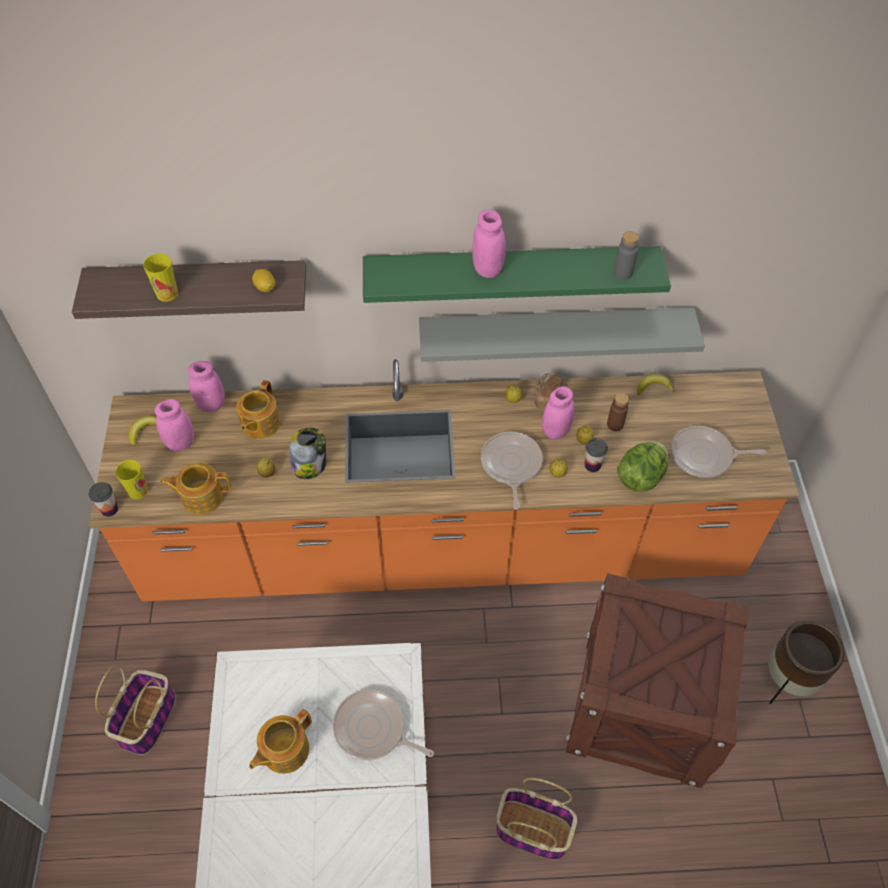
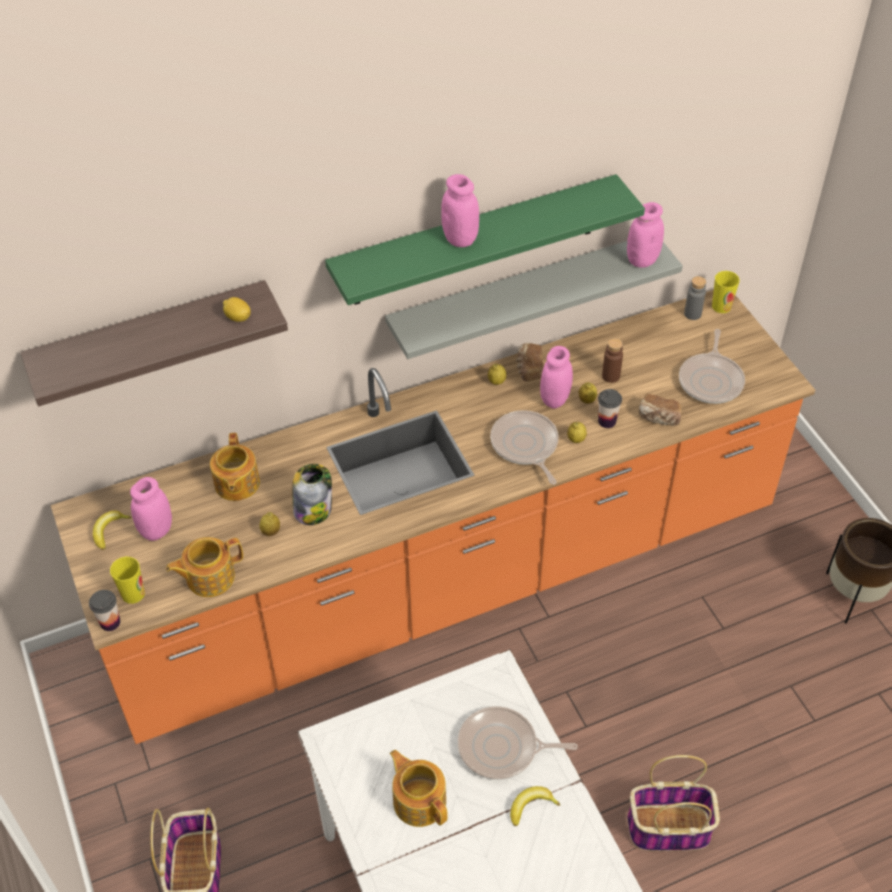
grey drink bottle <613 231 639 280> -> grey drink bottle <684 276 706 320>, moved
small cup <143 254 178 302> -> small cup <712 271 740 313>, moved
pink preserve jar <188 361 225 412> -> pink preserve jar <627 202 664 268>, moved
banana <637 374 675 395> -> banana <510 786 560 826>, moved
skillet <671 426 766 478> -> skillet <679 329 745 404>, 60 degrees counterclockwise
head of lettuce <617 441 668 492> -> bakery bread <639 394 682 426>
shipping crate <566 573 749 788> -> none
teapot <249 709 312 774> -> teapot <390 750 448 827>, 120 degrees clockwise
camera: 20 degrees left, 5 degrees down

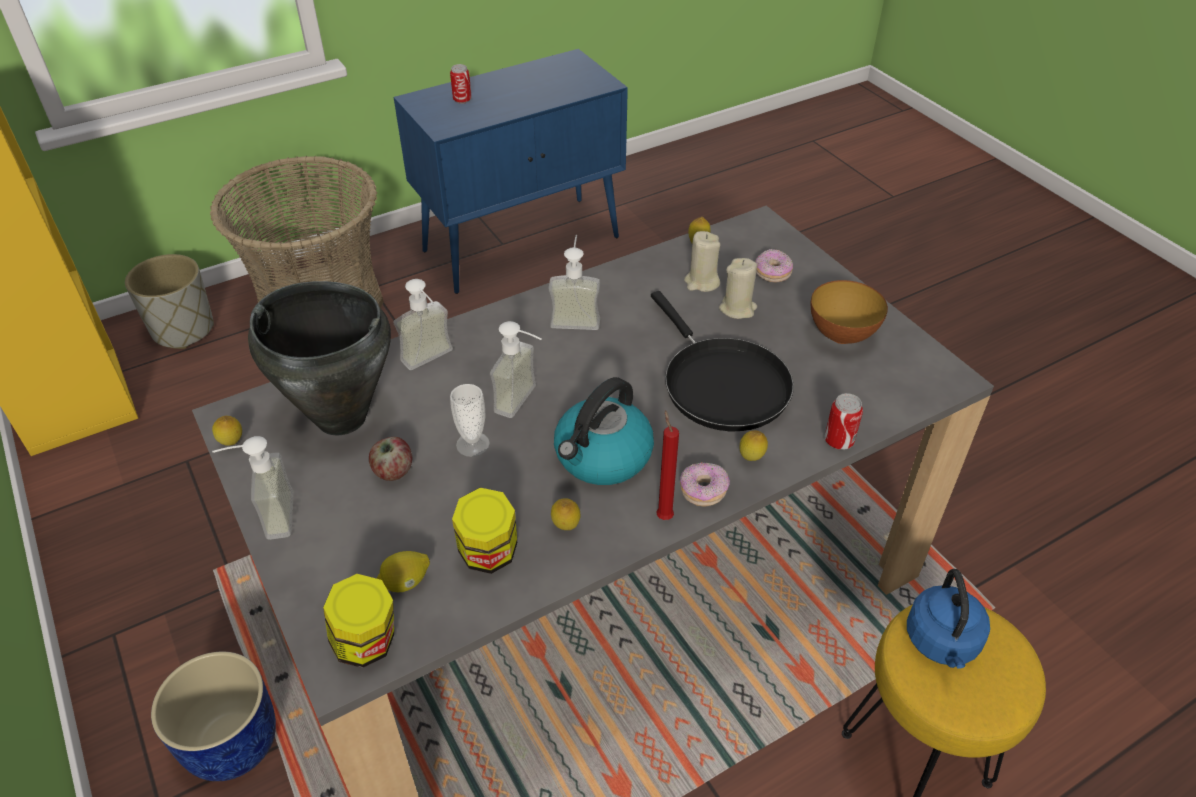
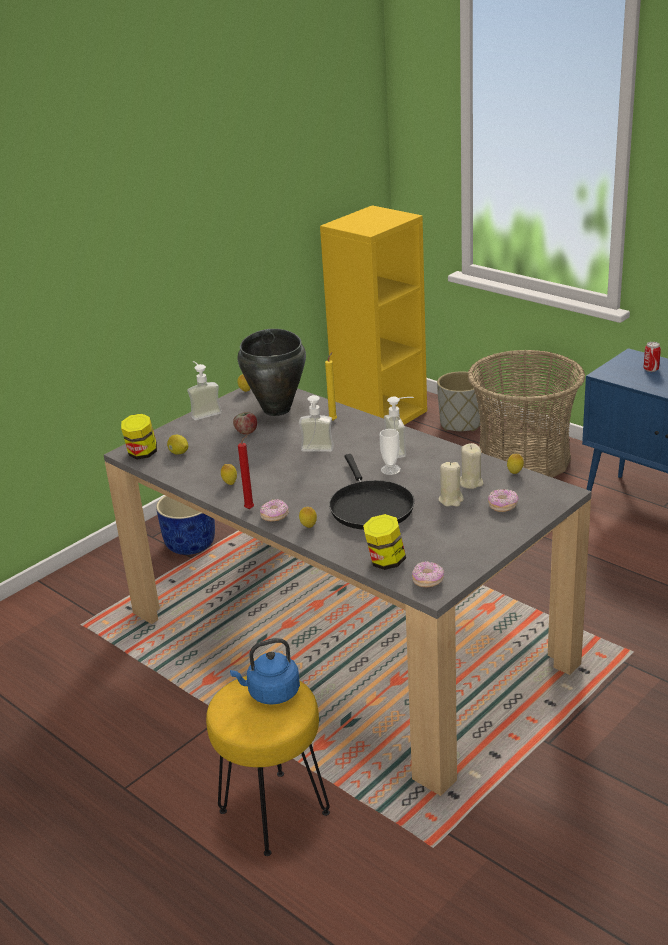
liquid soap bottle <393 279 453 370> -> yellowish candle <325 352 337 421>
bowl <811 280 888 344> -> none
black-coloured skillet <651 291 794 431> -> black-coloured skillet <329 454 415 530>, 60 degrees counterclockwise
water kettle <554 377 654 485> -> none
small cup <450 384 490 457> -> small cup <380 429 401 475>, moved
can <824 393 863 450> -> none
preserve jar <452 488 517 574> -> preserve jar <363 514 406 570>, moved
none -> donut <412 561 444 587>
camera: 75 degrees right, 15 degrees down

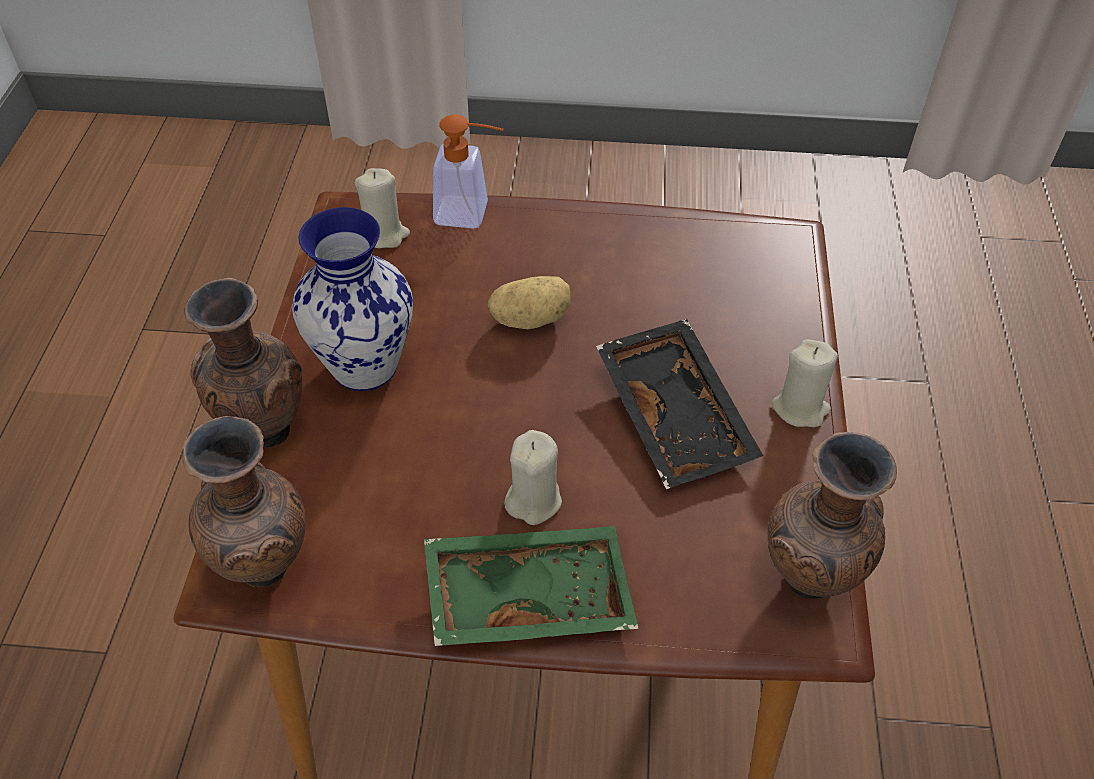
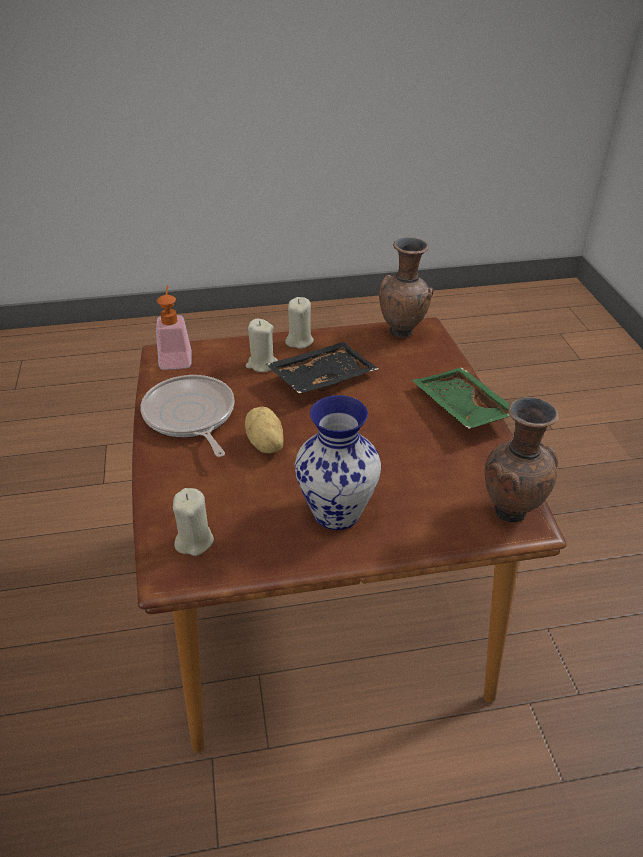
liquid soap bottle <433 115 504 229> -> liquid soap bottle <156 285 192 370>, moved
brown flower vase <184 278 302 447> -> none
sand-coloured candle <504 430 562 525> -> sand-coloured candle <246 318 278 372>, moved
none -> skillet <140 375 235 457>
camera: 105 degrees left, 10 degrees down

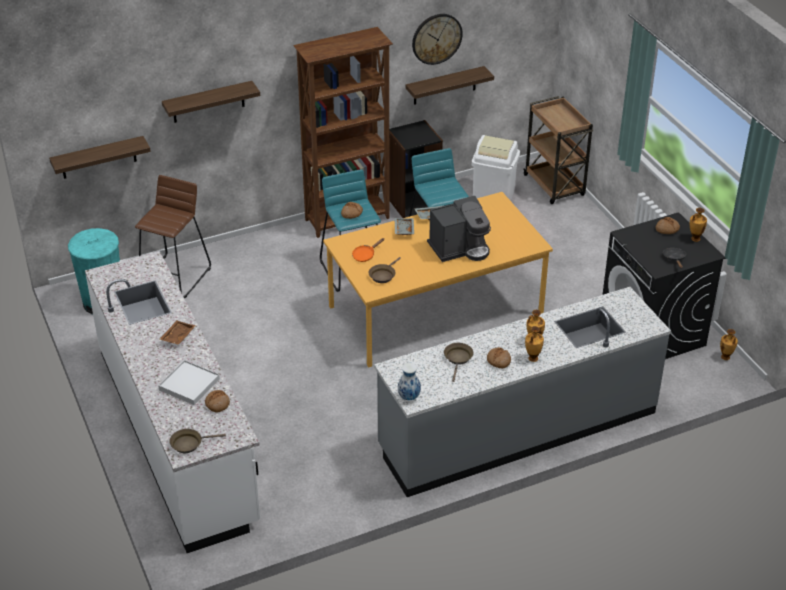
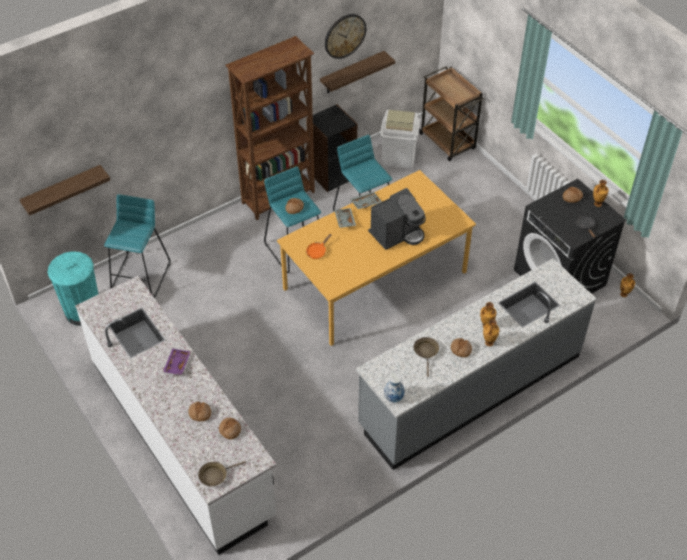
bracket shelf <162 81 260 123> -> none
brown stool seat <135 175 211 298> -> turquoise stool seat <104 194 171 298>
brown skillet <369 257 401 283> -> none
brown tray <160 320 195 345> -> purplish tray <163 348 191 375>
whitish tray <158 360 220 405> -> bakery bread <188 402 211 421>
camera: 10 degrees left, 10 degrees up

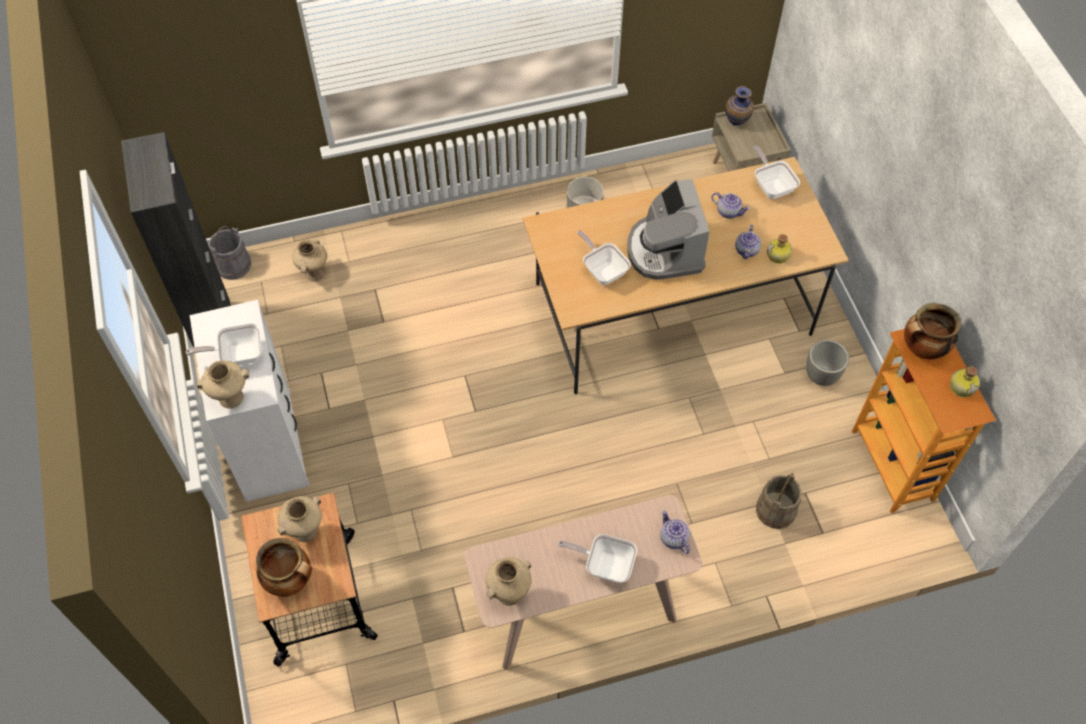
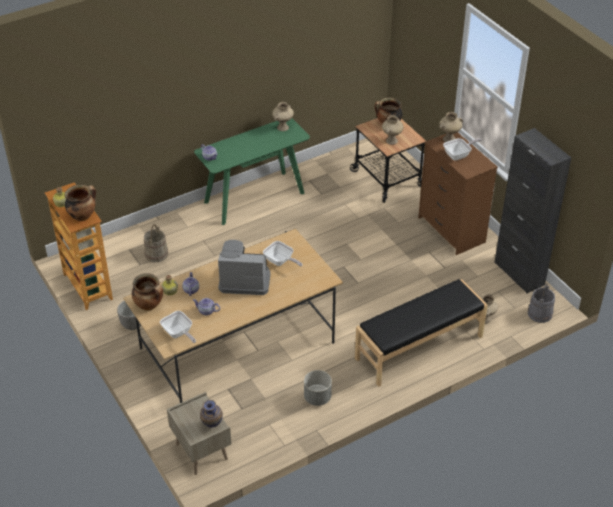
coffee maker <627 179 710 280> -> coffee maker <218 240 270 295>, 60 degrees counterclockwise
whitish chest of drawers <190 300 309 502> -> brown chest of drawers <418 132 498 255>
sand-coloured narrow table <464 495 702 670> -> green-coloured narrow table <194 118 310 225>
skillet <558 534 637 583> -> none
none -> cooking pot <132 273 163 311>
none -> black-coloured bench <355 279 488 387>
camera: 165 degrees right, 15 degrees down

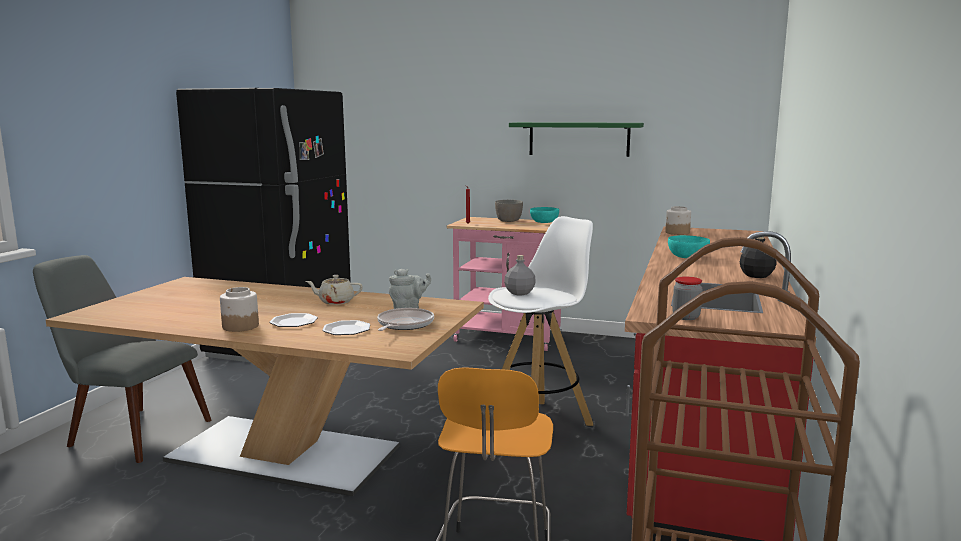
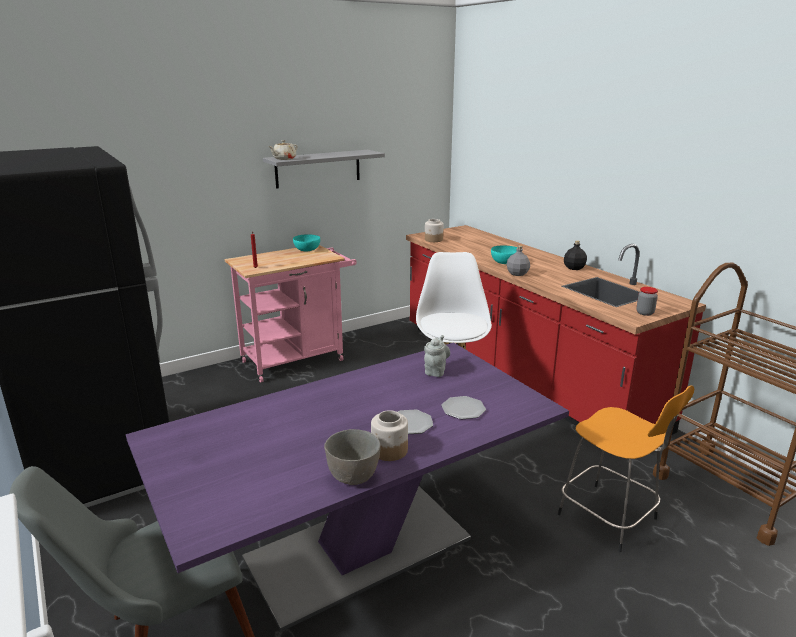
green-coloured bracket shelf <509 122 644 157> -> grey bracket shelf <263 150 385 189>
grey bowl <495 200 523 222> -> grey bowl <324 429 380 485>, moved
grey drink bottle <504 255 536 295> -> grey drink bottle <507 245 530 276>, moved
sand-coloured teapot <306 275 363 305> -> sand-coloured teapot <269 140 298 160>, moved
sand-coloured kitchen table <46 277 484 496> -> purplish kitchen table <126 342 569 632>
skillet <377 308 434 331> -> none
camera: 50 degrees left, 10 degrees up

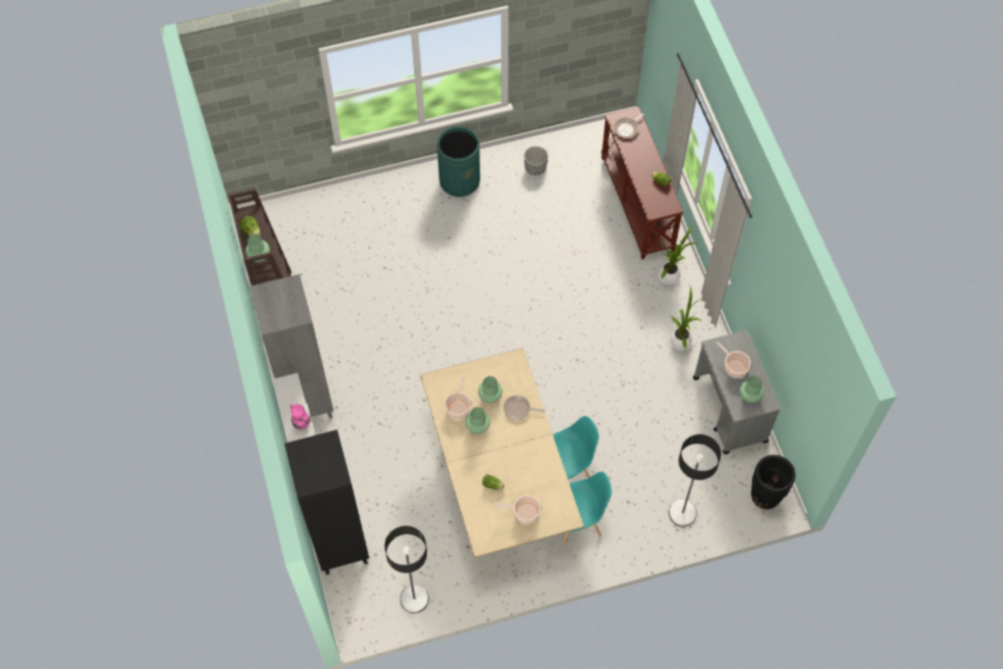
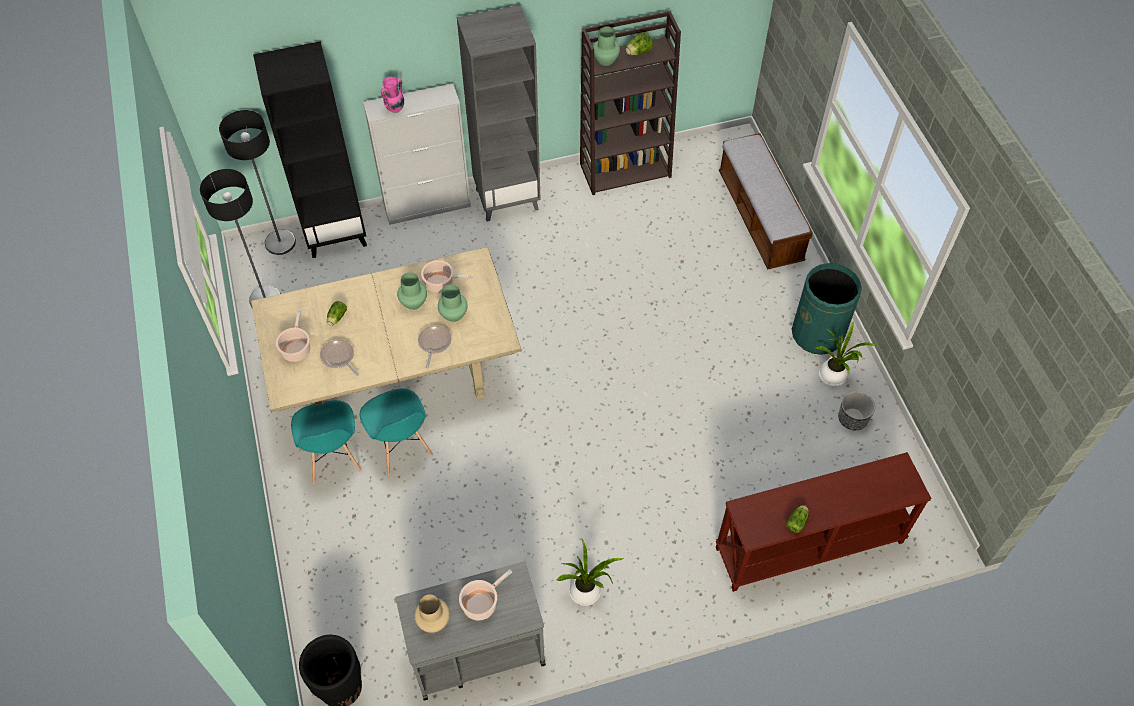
skillet <614 113 644 138> -> skillet <320 339 359 376>, moved
houseplant <658 225 698 285> -> houseplant <816 321 878 386>, moved
green-coloured flower vase <740 376 764 403> -> sand-coloured flower vase <414 594 450 633>
floor lamp <669 434 721 527> -> floor lamp <219 110 296 255>, moved
none -> bench <719 133 813 270>
camera: 90 degrees right, 5 degrees down

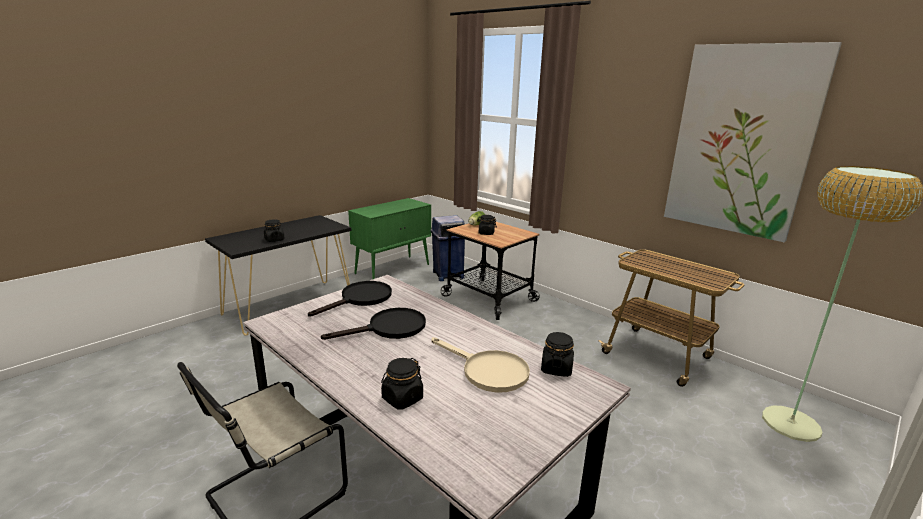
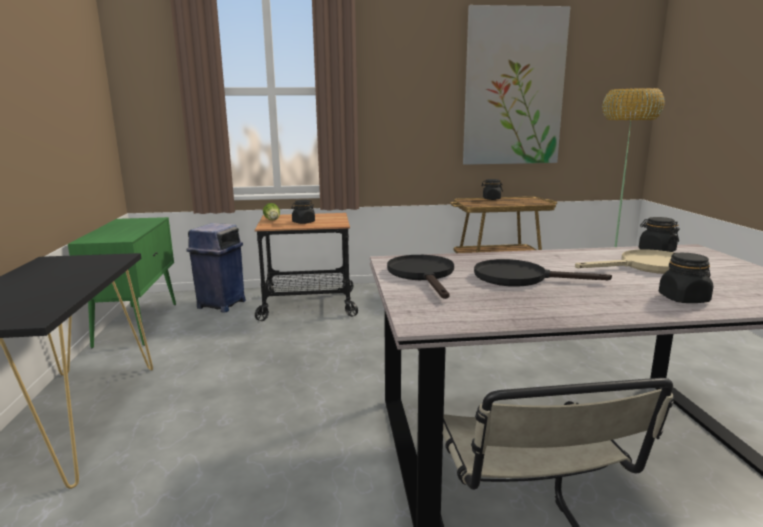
black-coloured preserve jar <264 219 285 242> -> black-coloured preserve jar <481 179 503 200>, moved
black-coloured skillet <321 308 426 340> -> black-coloured skillet <474 259 612 287>, 90 degrees counterclockwise
camera: 50 degrees left, 5 degrees down

